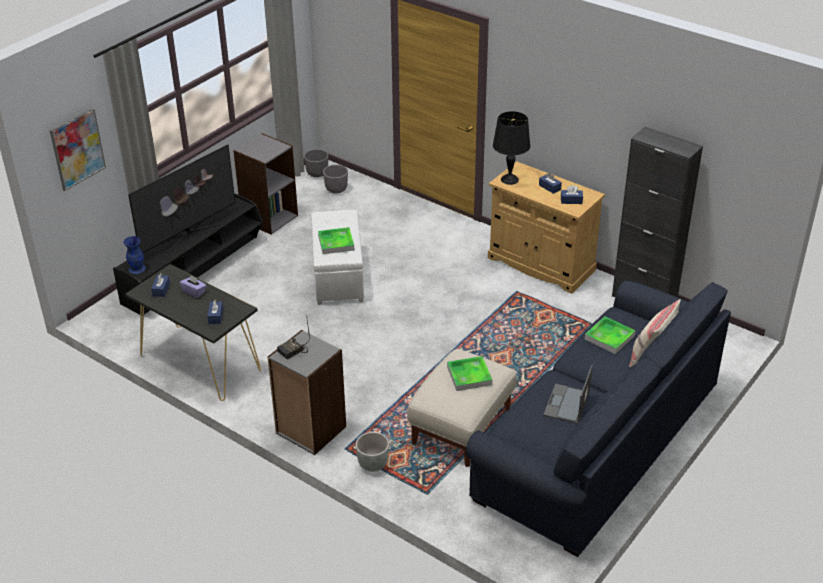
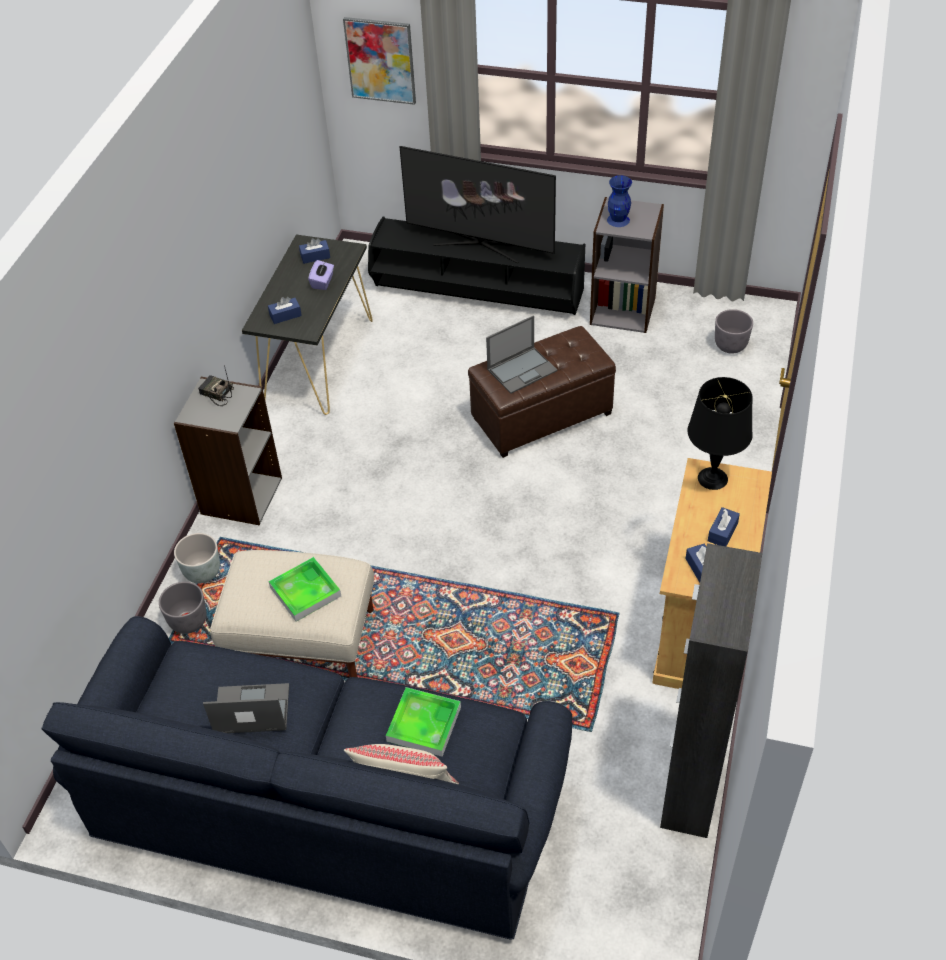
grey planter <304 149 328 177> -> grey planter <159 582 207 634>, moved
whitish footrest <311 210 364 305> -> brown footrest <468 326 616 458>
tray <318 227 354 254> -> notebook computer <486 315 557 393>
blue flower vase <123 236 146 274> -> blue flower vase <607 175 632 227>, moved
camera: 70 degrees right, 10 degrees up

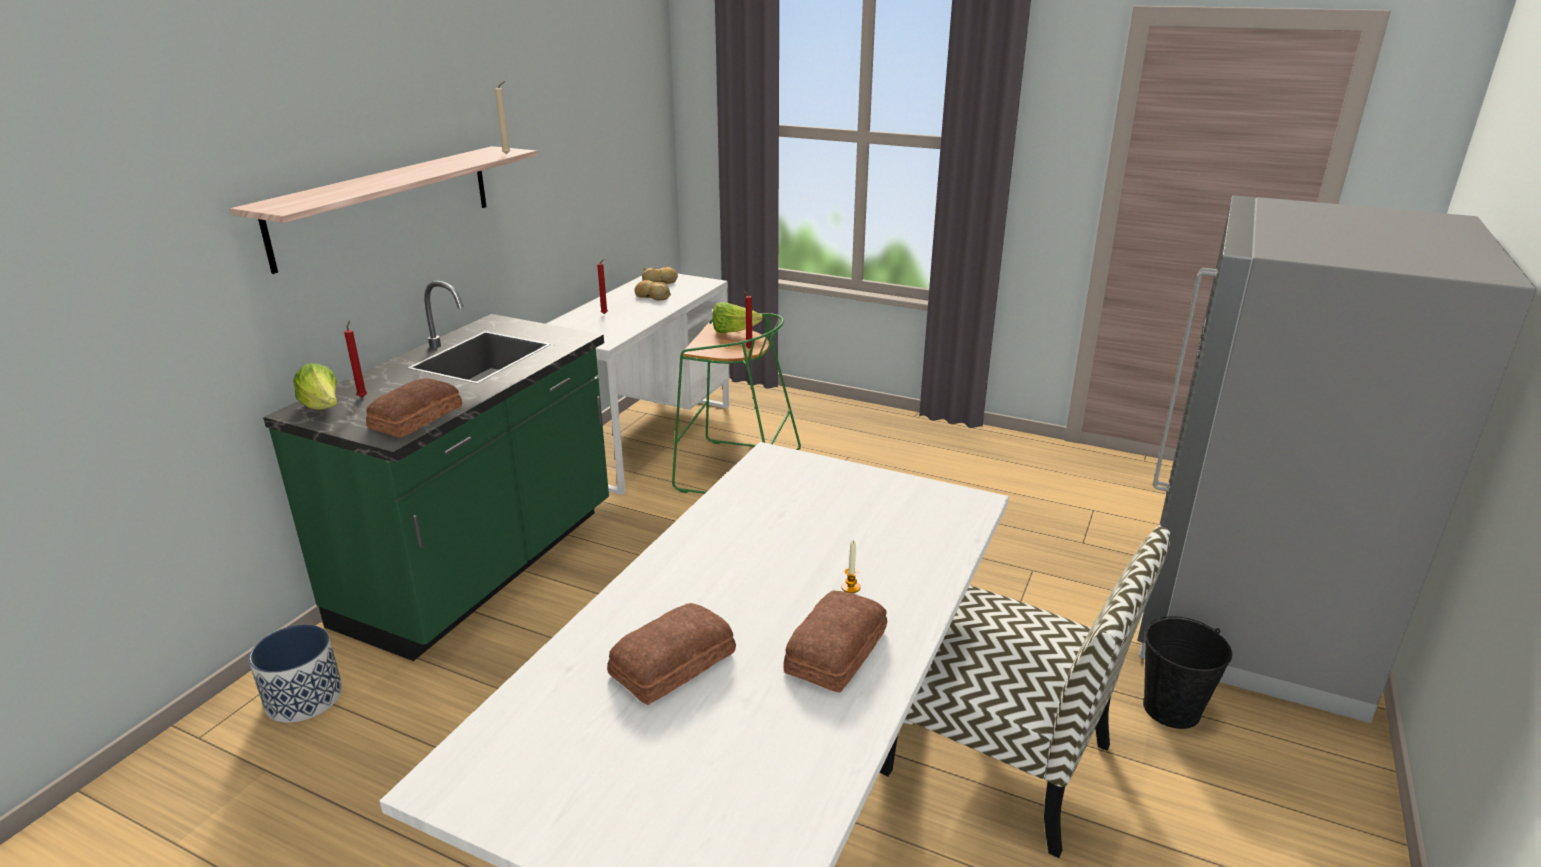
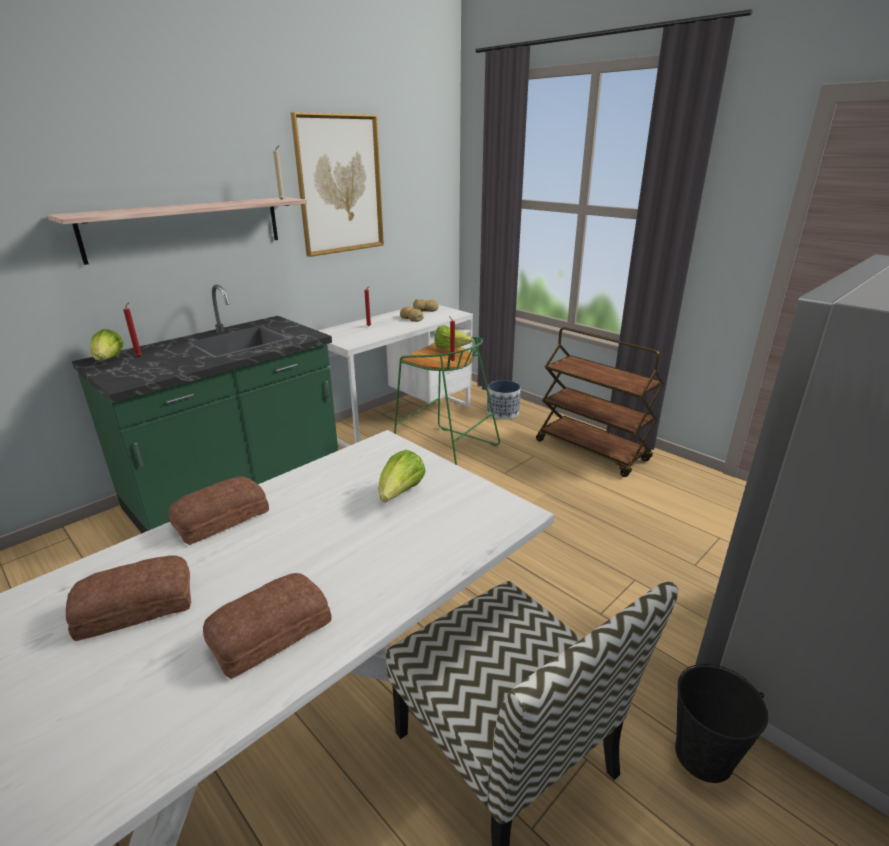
bakery bread <366 378 462 437> -> bakery bread <168 477 269 545>, moved
candle <841 541 860 593> -> none
planter <249 625 342 723> -> planter <487 380 521 419>, moved
none -> picture <291 112 384 257>
none -> brown trolley <536 327 664 477>
none -> head of lettuce <379 450 426 502>
camera: 20 degrees right, 0 degrees up

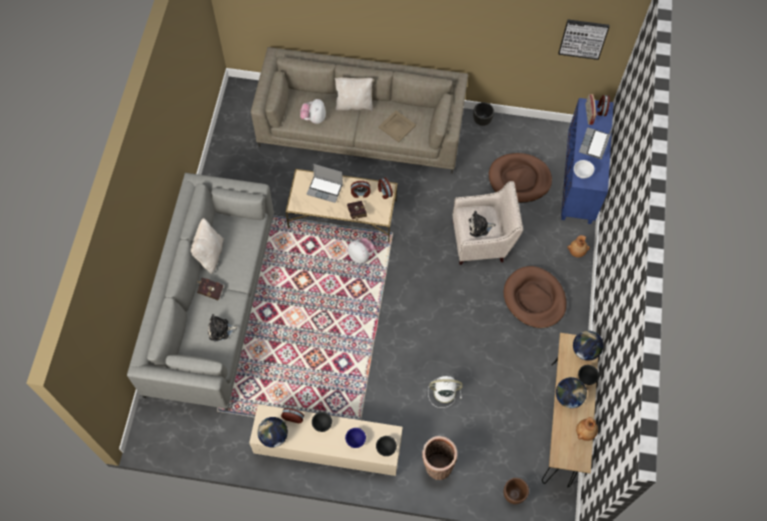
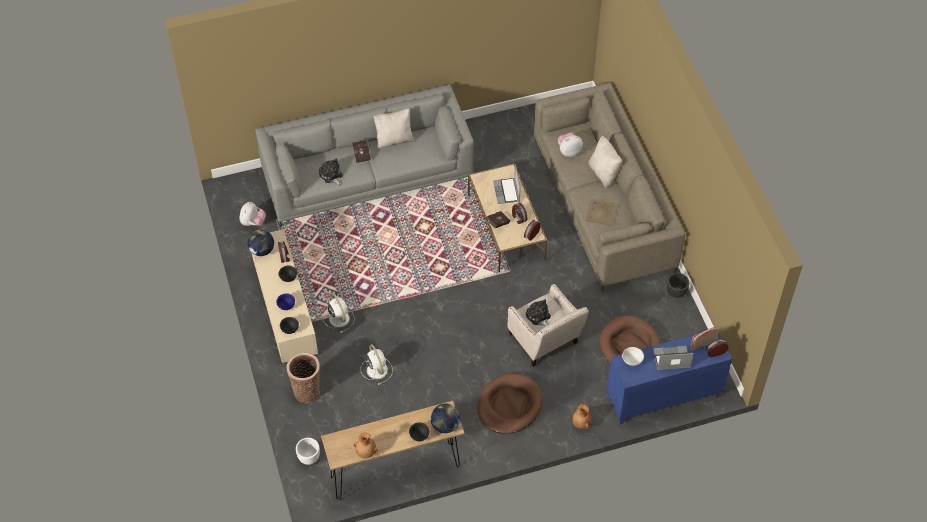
picture <558 19 609 60> -> none
cuddly toy <348 238 375 264> -> cuddly toy <239 202 266 226>, moved
desk globe <556 377 587 408> -> none
brown planter <504 478 529 504> -> whitish planter <296 438 320 465>
none -> whitish fan <323 293 355 333>
camera: 65 degrees right, 10 degrees down

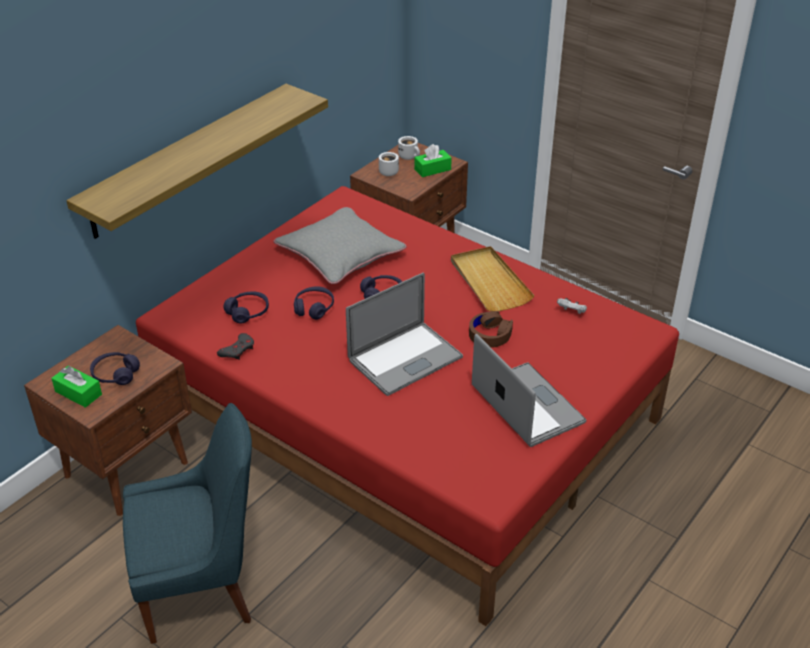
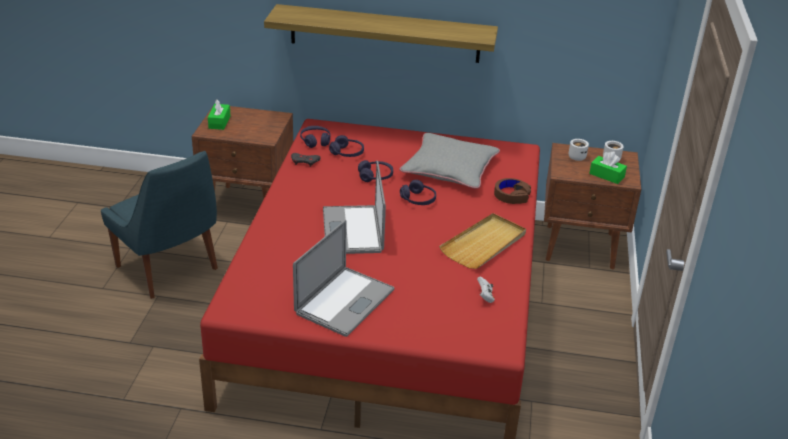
notebook computer <346 272 463 396> -> notebook computer <323 161 386 254>, 60 degrees clockwise
brown pair of headphones <469 311 513 348> -> brown pair of headphones <494 178 531 204>, moved
purplish pair of headphones <90 352 140 385> -> purplish pair of headphones <300 126 330 148>, moved
camera: 60 degrees right, 5 degrees down

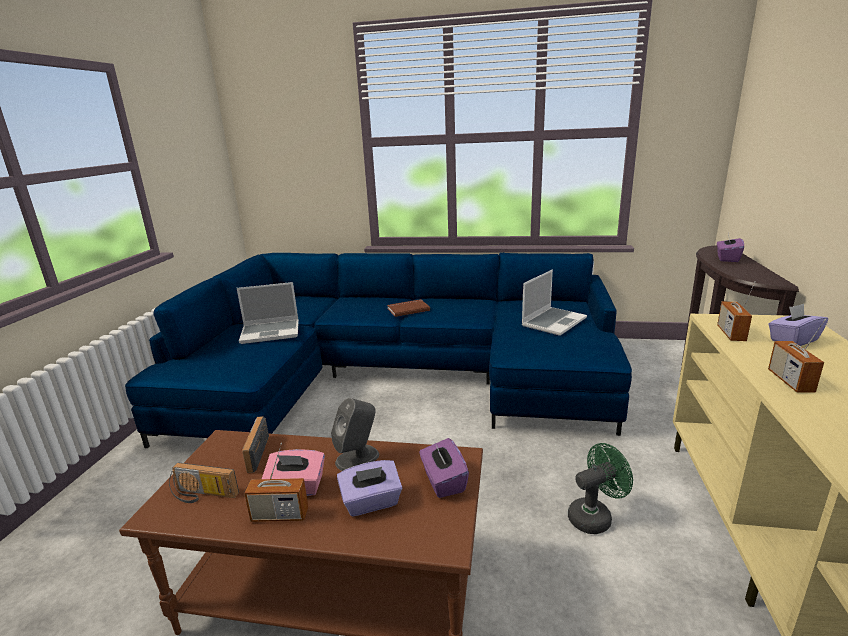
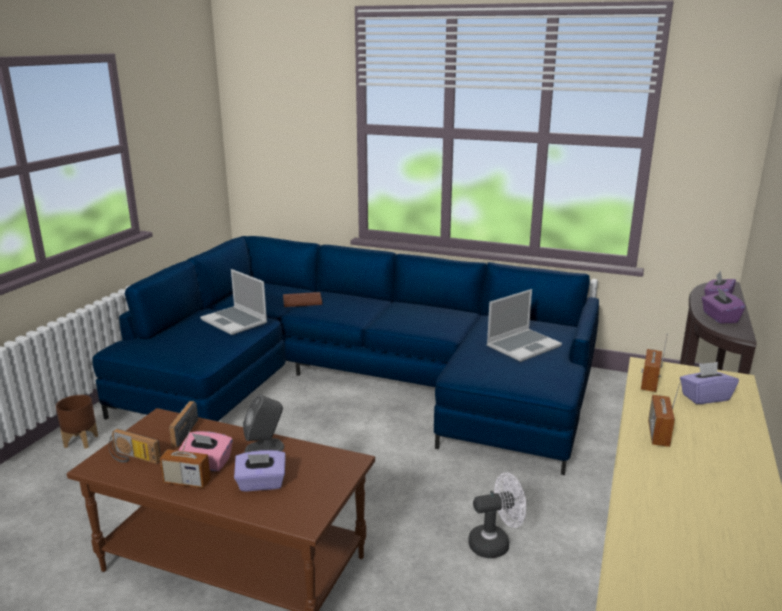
notebook computer <237 282 299 344> -> notebook computer <200 269 267 335>, 45 degrees clockwise
brown volume <387 299 430 317> -> brown volume <283 292 322 307>, moved
purplish tissue holder <419 438 469 498> -> purplish tissue holder <702 288 745 324>, moved
green-coloured fan <568 443 633 534> -> whitish fan <468 472 526 558>
none -> brown planter <56 395 98 449>
camera: 10 degrees right, 0 degrees up

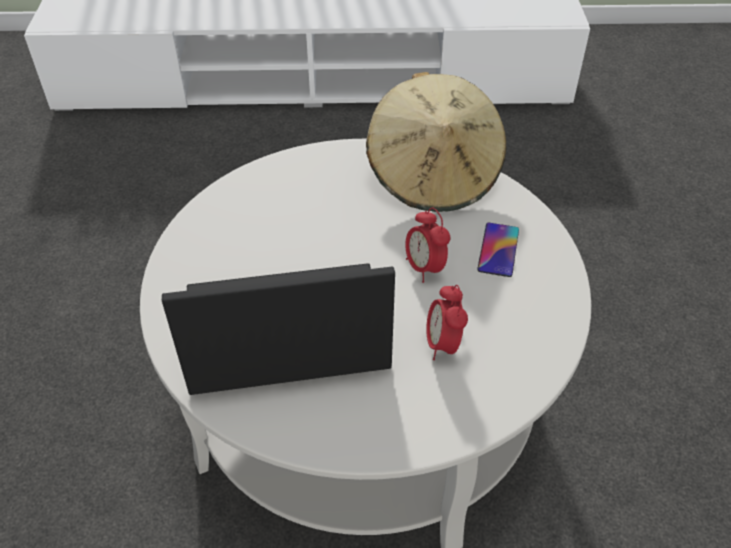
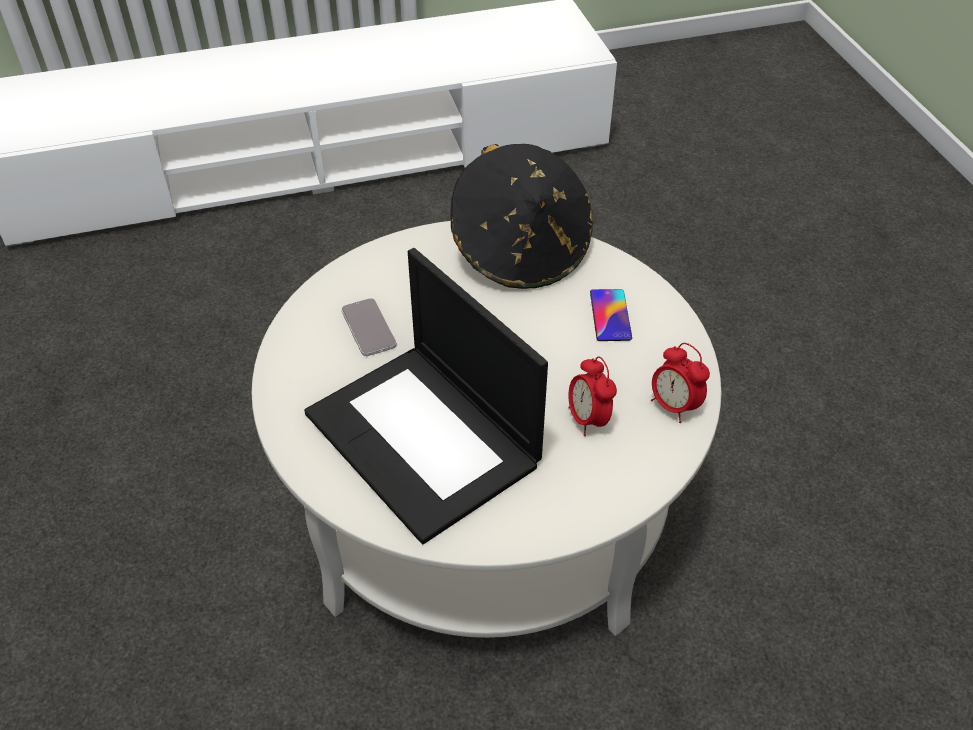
sand-coloured hat <366 72 506 212> -> black-coloured hat <450 144 593 289>
alarm clock <405 208 450 283> -> alarm clock <651 343 710 423>, moved
notebook computer <162 263 395 395> -> notebook computer <304 248 548 544>, 105 degrees counterclockwise
none -> telephone <341 298 397 356>
camera: 15 degrees left, 0 degrees up

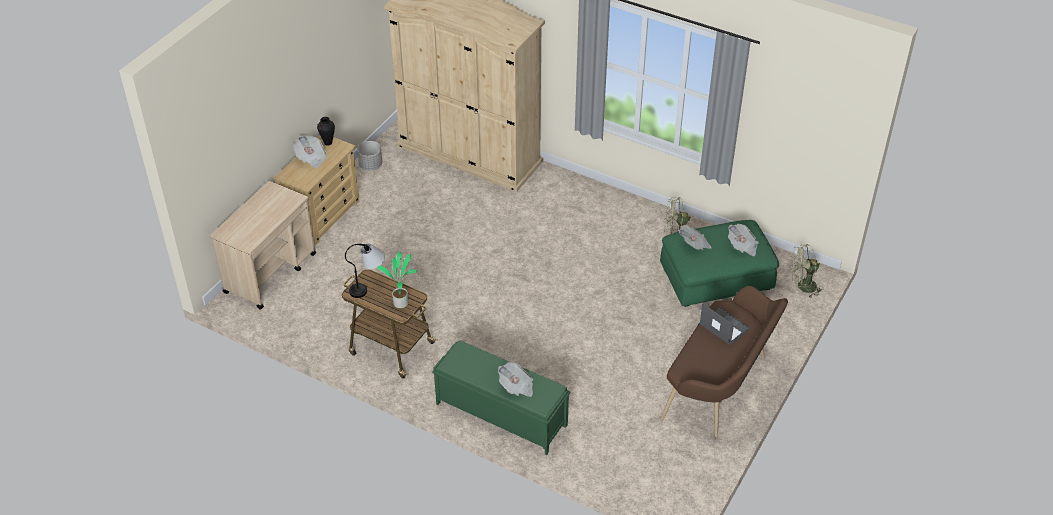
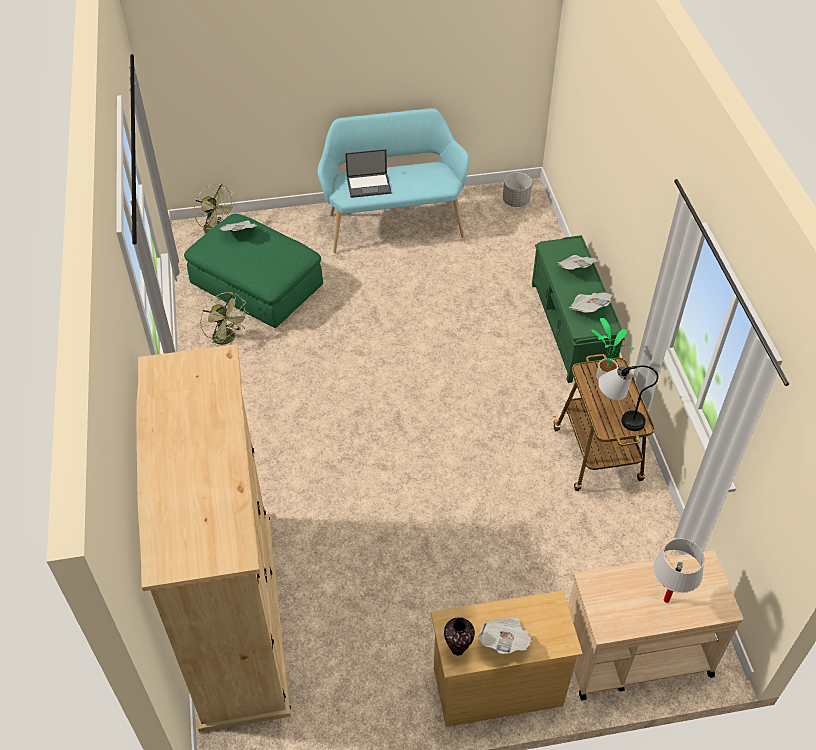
grey planter <357 141 382 170> -> grey planter <503 172 532 207>, moved
newspaper <678 225 712 250> -> newspaper <569 292 613 313>, moved
brown bench <660 286 788 439> -> turquoise bench <318 108 469 253>
notebook computer <700 304 750 345> -> notebook computer <345 149 392 198>, 105 degrees counterclockwise
none -> whitish tabletop lamp <653 539 704 603>
camera: 130 degrees left, 5 degrees up

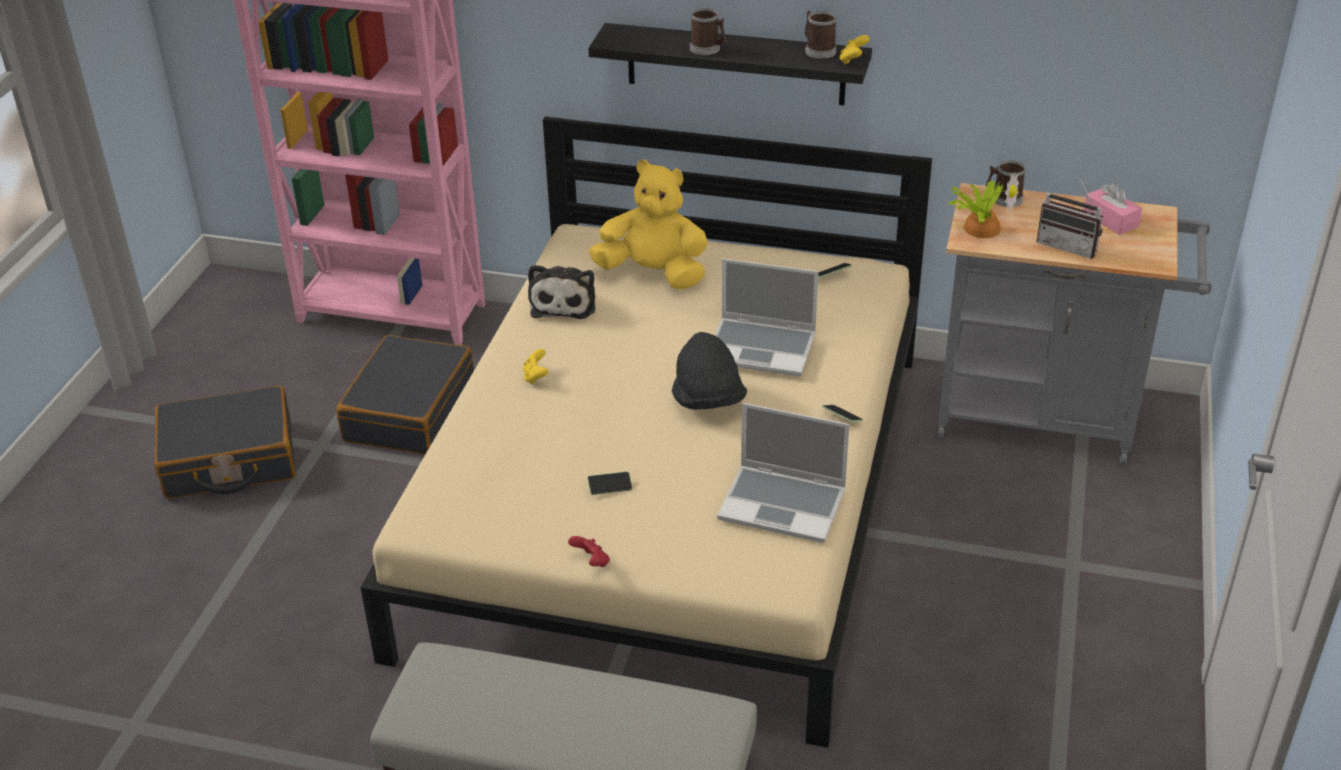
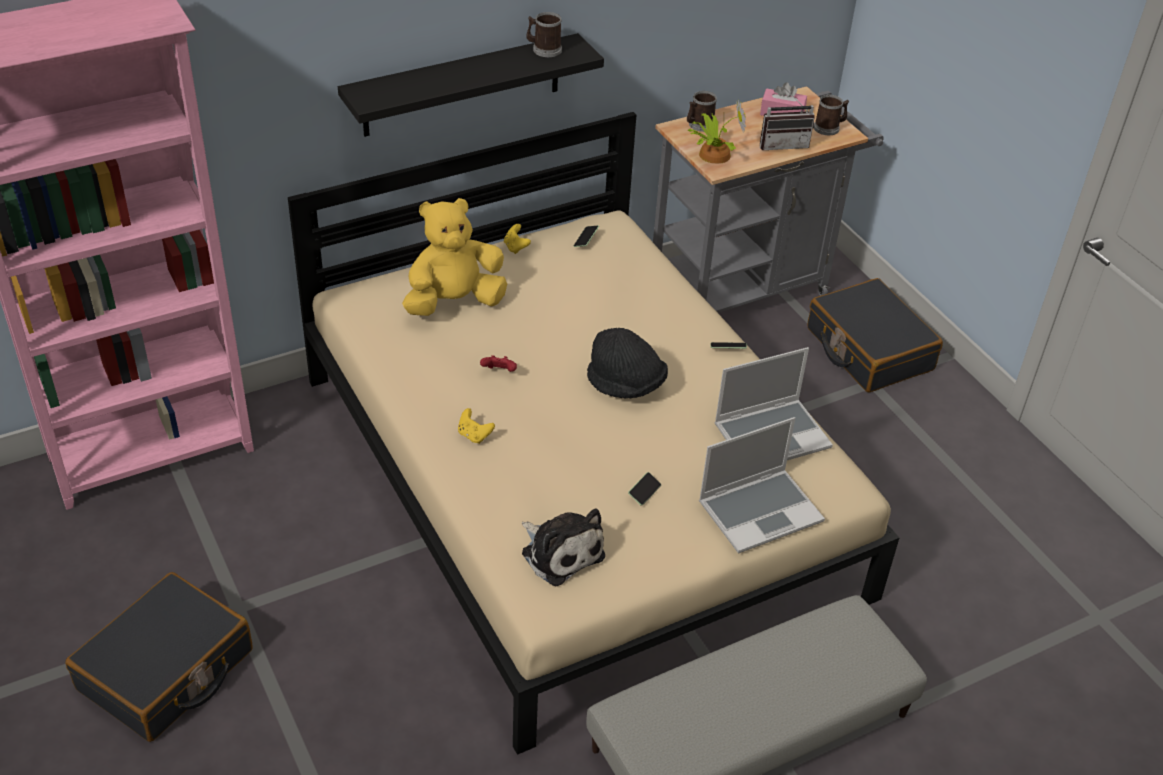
mug <690 8 726 55> -> mug <814 95 849 135>, moved
yellowish game controller <840 35 870 65> -> yellowish game controller <504 224 531 254>, moved
notebook computer <715 259 818 376> -> notebook computer <699 417 825 554>, moved
cuddly toy <528 265 596 319> -> cuddly toy <522 509 605 586>, moved
black-coloured travel case <337 335 474 455> -> black-coloured travel case <807 278 943 393>, moved
red-coloured game controller <568 536 610 567> -> red-coloured game controller <480 355 517 372>, moved
camera: 45 degrees left, 5 degrees up

